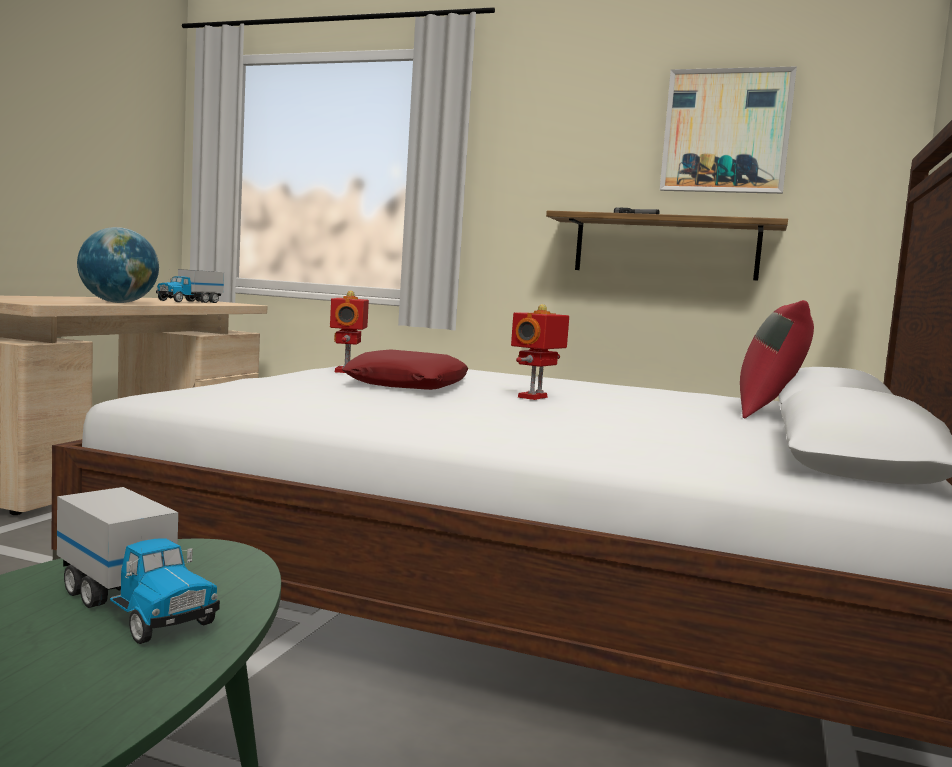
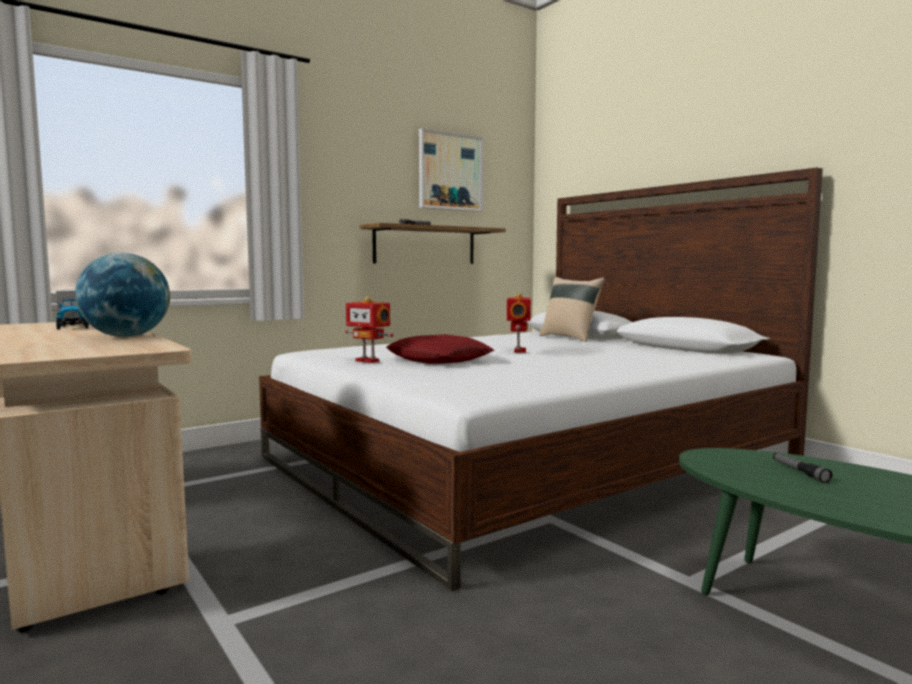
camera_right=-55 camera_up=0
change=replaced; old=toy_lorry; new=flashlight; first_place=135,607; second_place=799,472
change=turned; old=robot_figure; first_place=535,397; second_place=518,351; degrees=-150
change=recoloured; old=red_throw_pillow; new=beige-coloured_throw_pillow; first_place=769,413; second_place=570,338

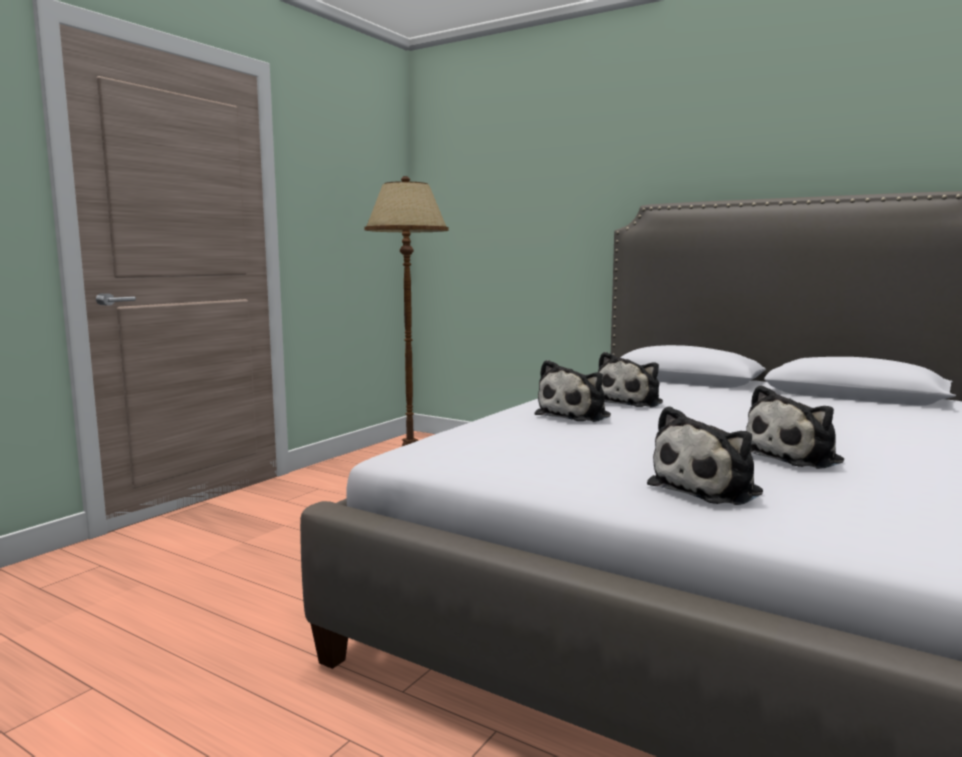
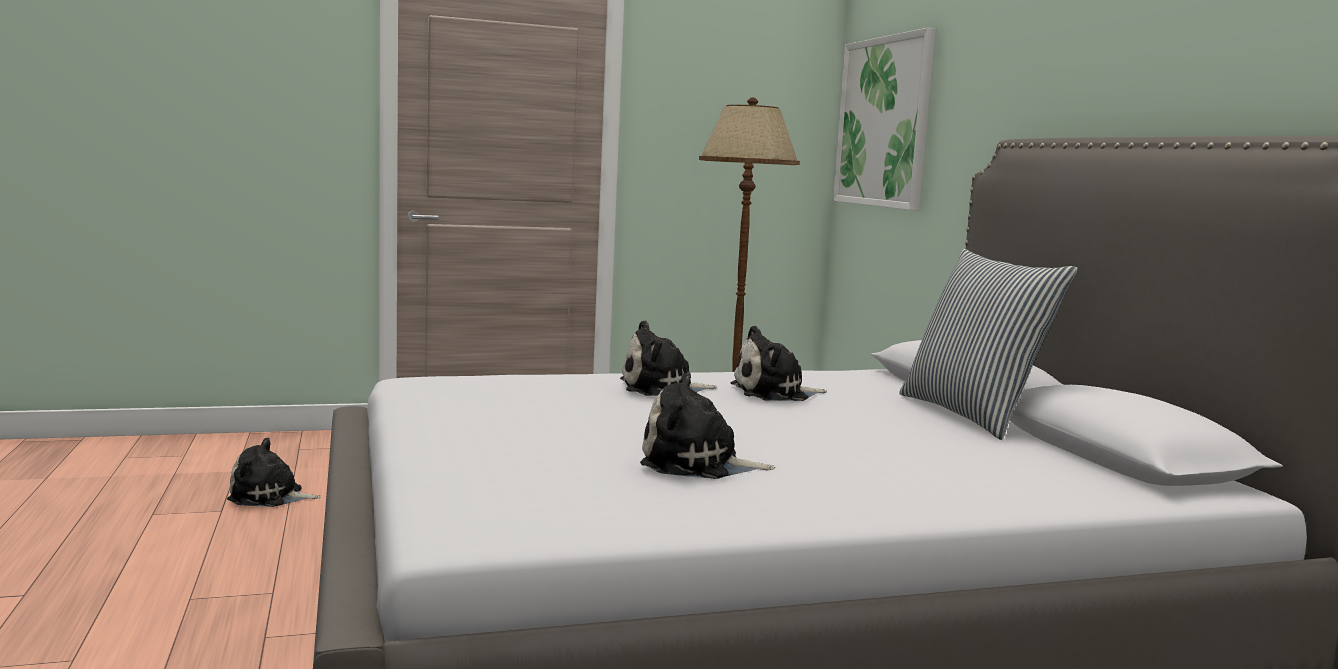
camera_right=40 camera_up=0
change=moved; old=soft_toy; first_place=710,489; second_place=270,497
change=added; new=picture; second_place=883,122
change=added; new=throw_pillow; second_place=972,415

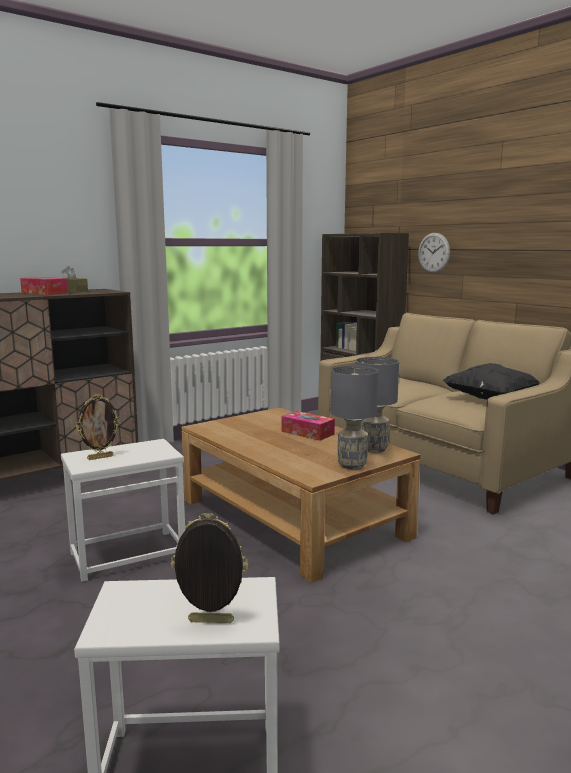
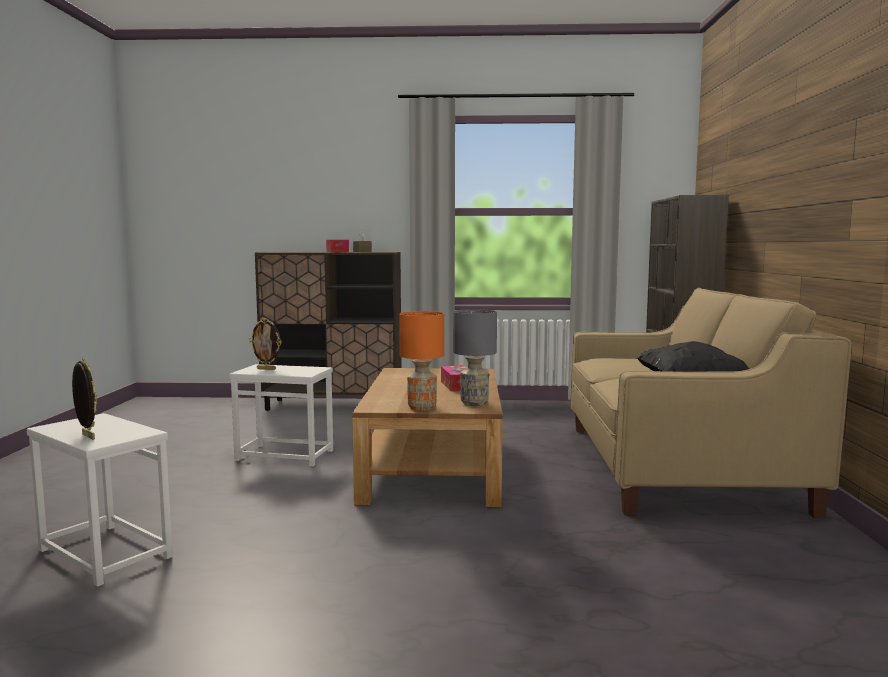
camera_right=40 camera_up=-5
change=recoloured; old=grey_table_lamp; new=orange_table_lamp; first_place=352,465; second_place=422,408
change=removed; old=clock_on_the_wall; first_place=433,253

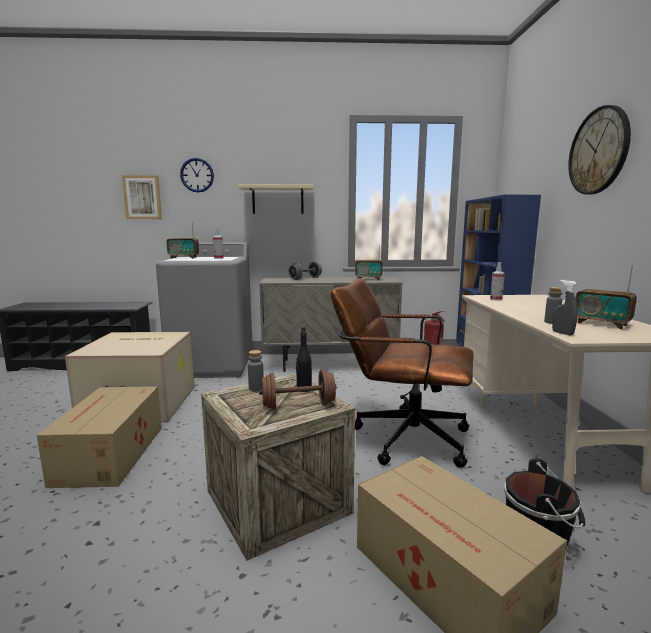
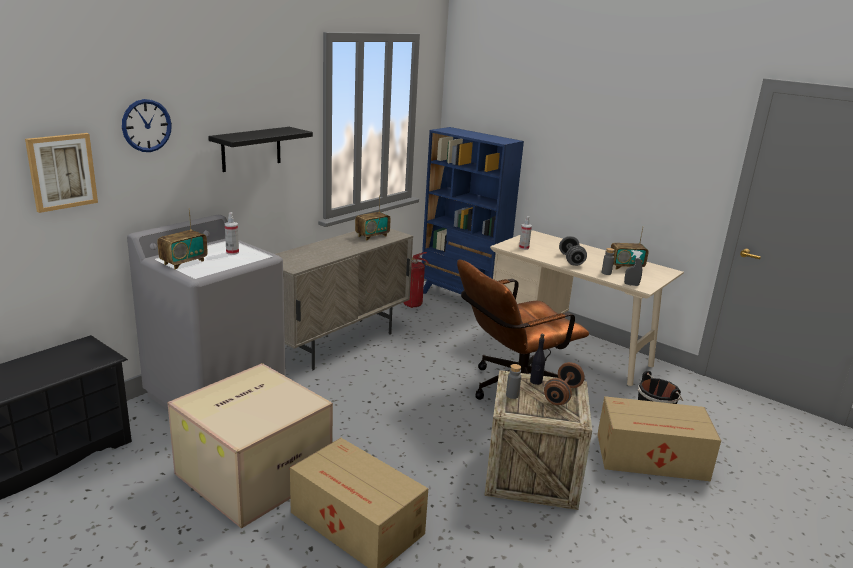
camera_right=-50 camera_up=10
change=recoloured; old=beige-coloured_wall_shelf; new=blackish_wall_shelf; first_place=278,200; second_place=251,149
change=moved; old=grey_free_weight; first_place=305,278; second_place=571,260
change=removed; old=clock_on_the_wall; first_place=598,151

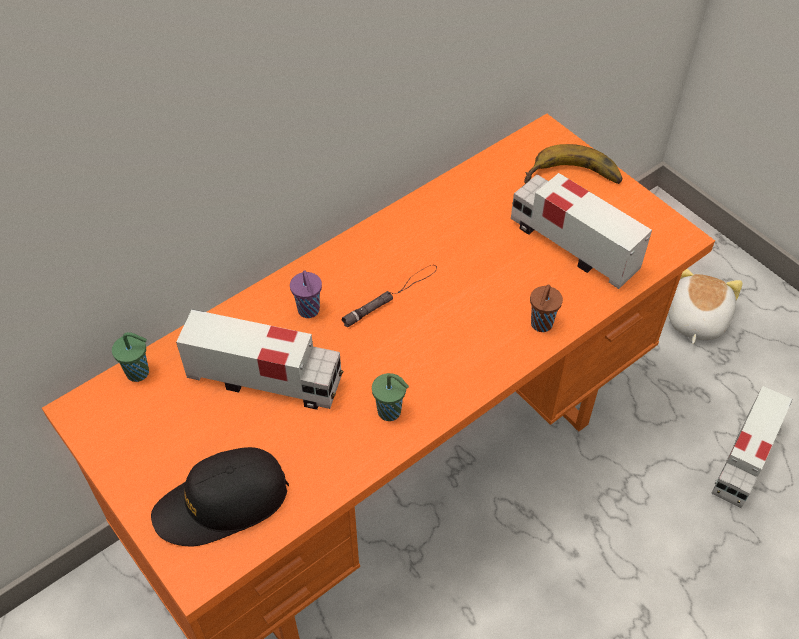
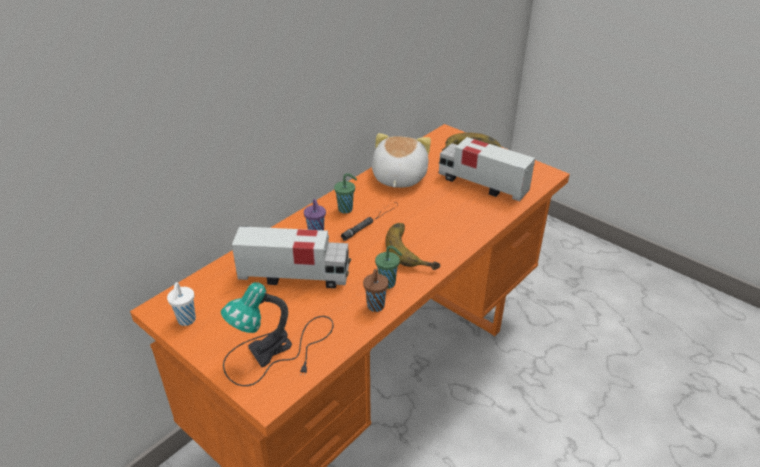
camera_right=-10 camera_up=-15
change=moved; old=greenish_cup; first_place=139,372; second_place=346,209
change=replaced; old=blackish_peaked_cap; new=table_lamp; first_place=222,503; second_place=278,351
change=moved; old=brown_cup; first_place=541,325; second_place=375,307
change=moved; old=soft_toy; first_place=695,319; second_place=398,177
change=removed; old=toy_lorry; first_place=744,460
change=added; new=white-coloured_cup; second_place=186,320
change=added; new=banana_fruit; second_place=413,249

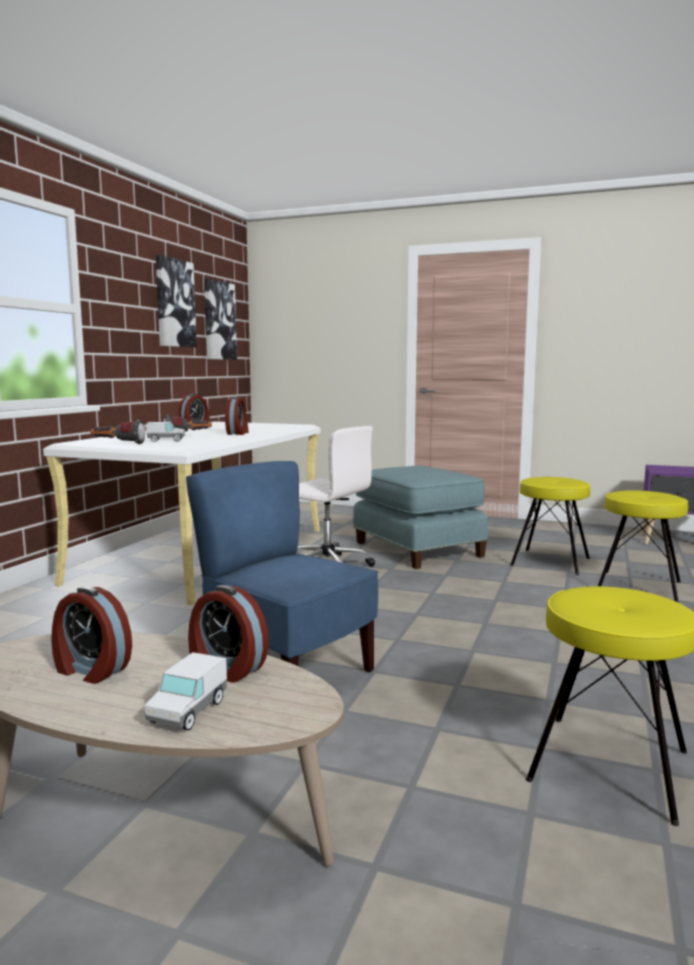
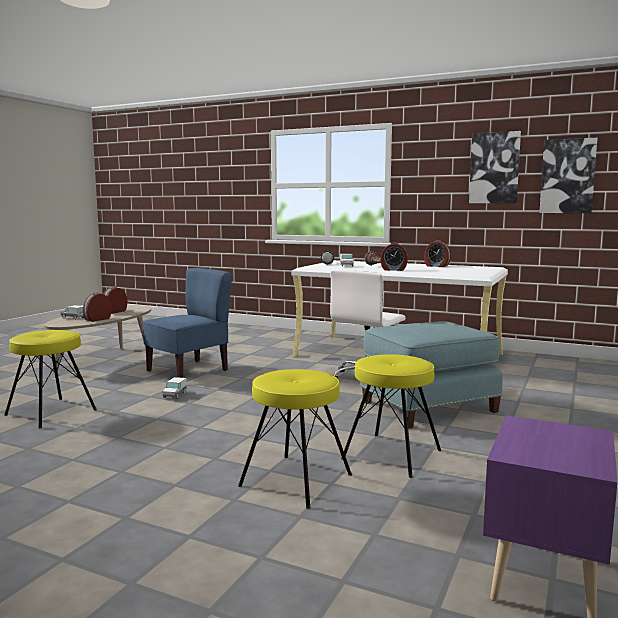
camera_right=95 camera_up=0
change=added; new=toy_lorry; second_place=175,395

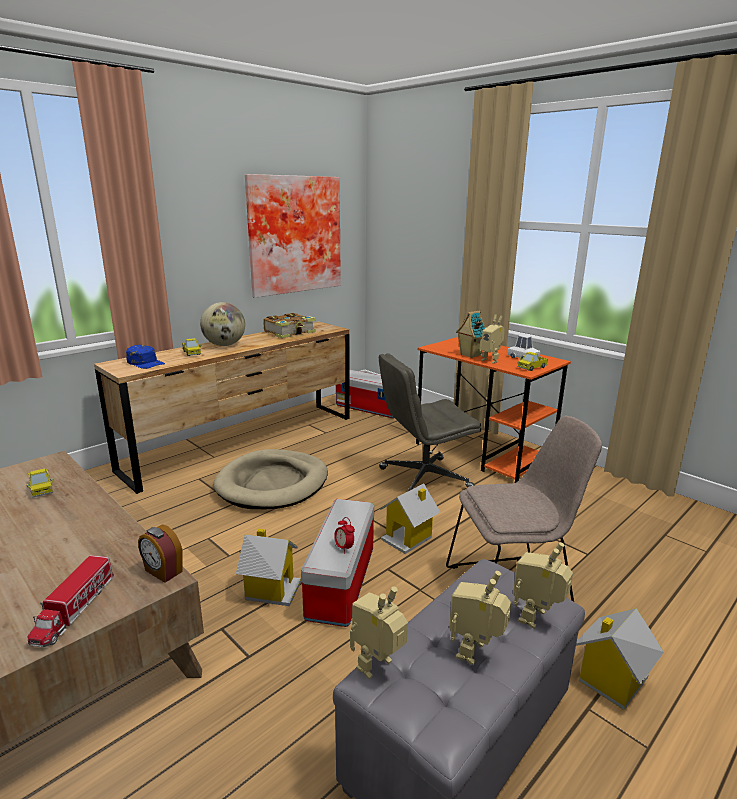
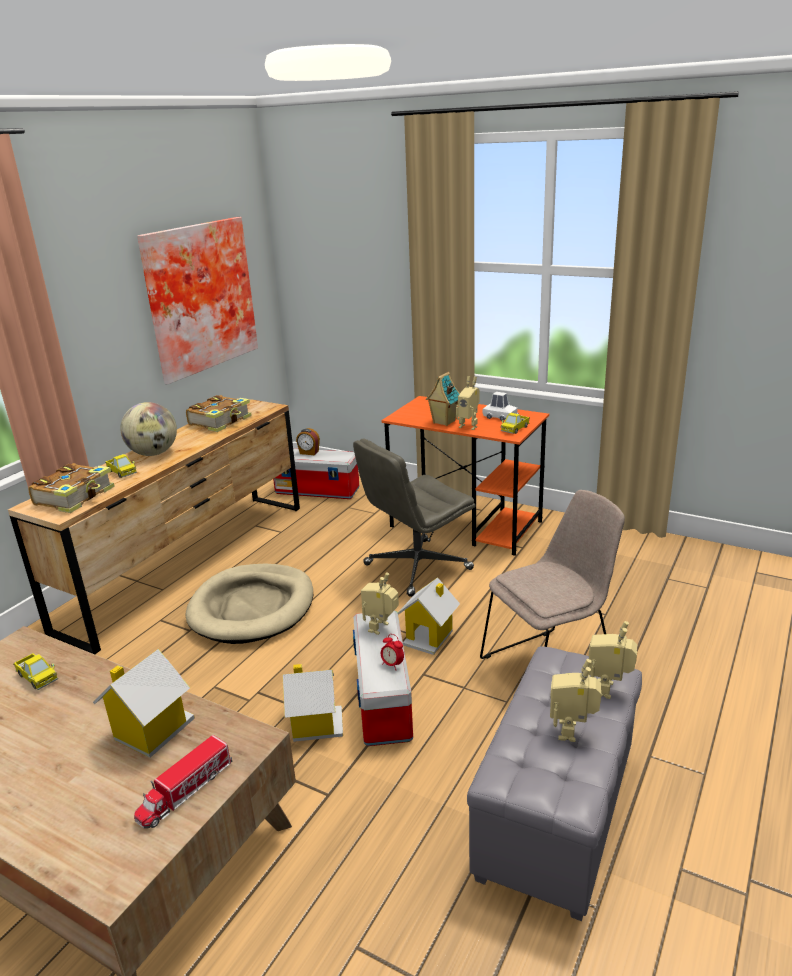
camera_right=-15 camera_up=5
change=turned; old=toy_lorry; first_place=74,610; second_place=185,791; degrees=45
change=replaced; old=blue_peaked_cap; new=bound_book; first_place=146,363; second_place=76,497
change=moved; old=alarm_clock; first_place=163,571; second_place=309,452
change=moved; old=robot_figure; first_place=378,668; second_place=382,628
change=moved; old=miniature_house; first_place=611,680; second_place=151,731

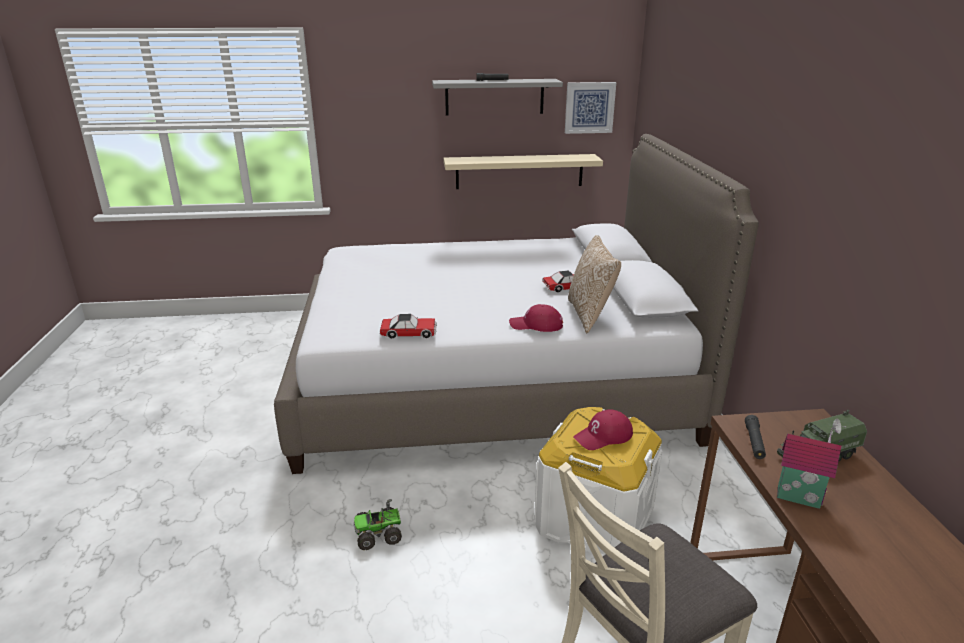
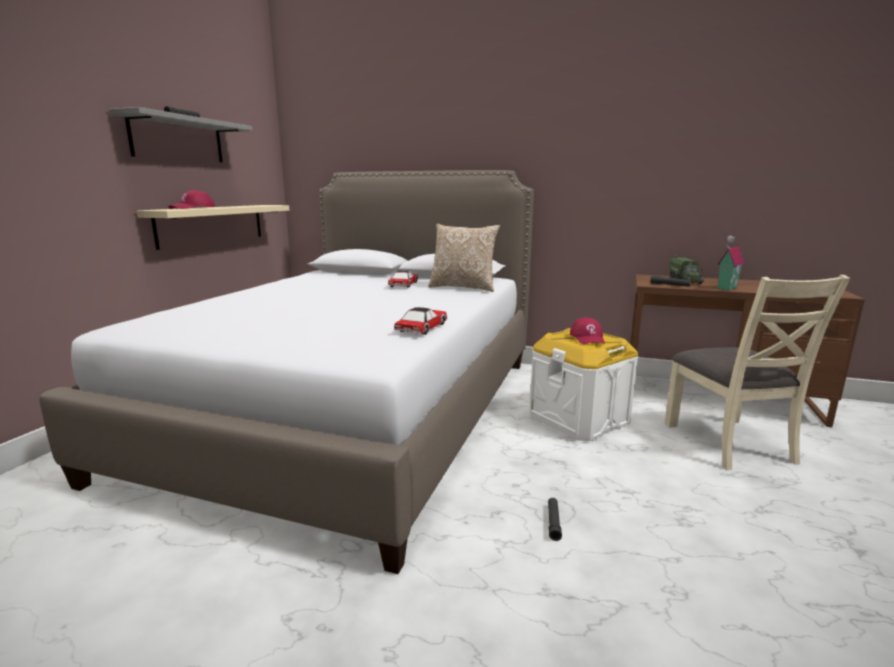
camera_right=-65 camera_up=-10
change=replaced; old=toy_lorry; new=blackish_flashlight; first_place=379,534; second_place=553,522
change=moved; old=red_peaked_cap; first_place=536,325; second_place=193,208
change=removed; old=picture; first_place=589,107

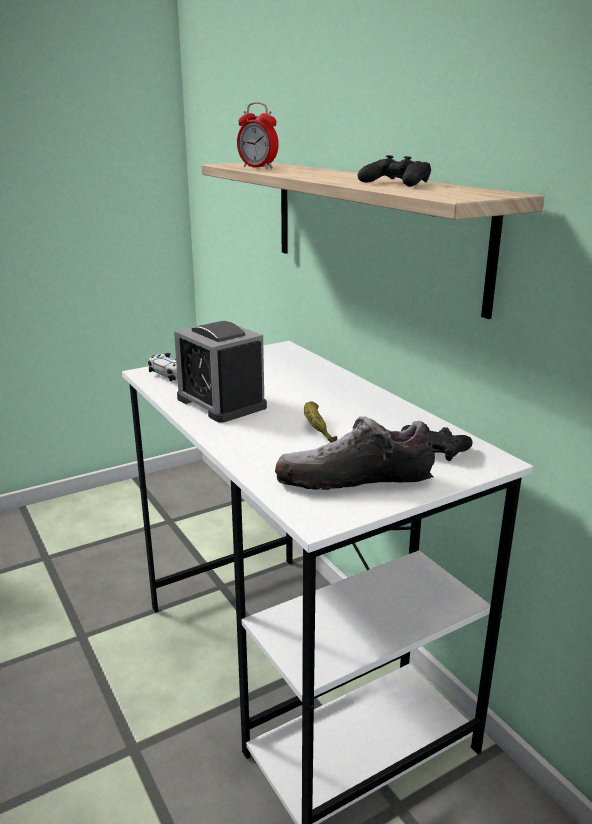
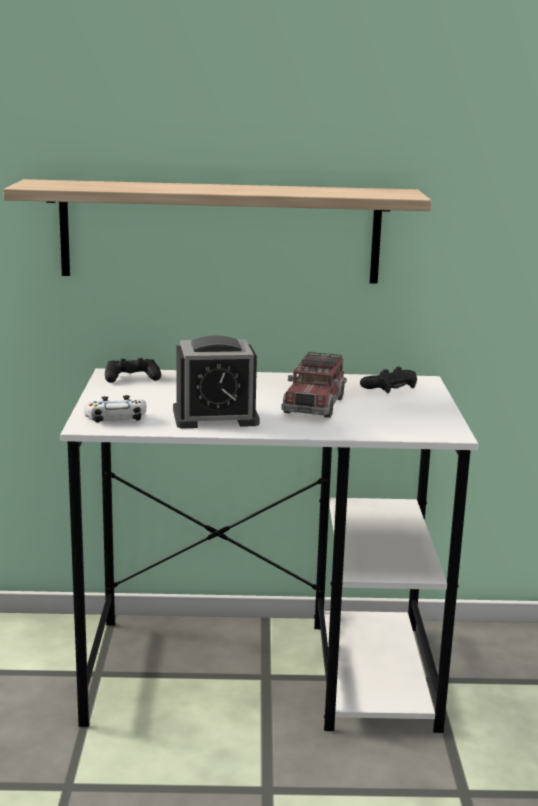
camera_right=-60 camera_up=-5
change=removed; old=alarm_clock; first_place=258,167
change=removed; old=low_shoe; first_place=353,479
change=replaced; old=banana_fruit; new=toy_lorry; first_place=317,429; second_place=314,404
change=moved; old=blackish_game_controller; first_place=395,183; second_place=132,378

